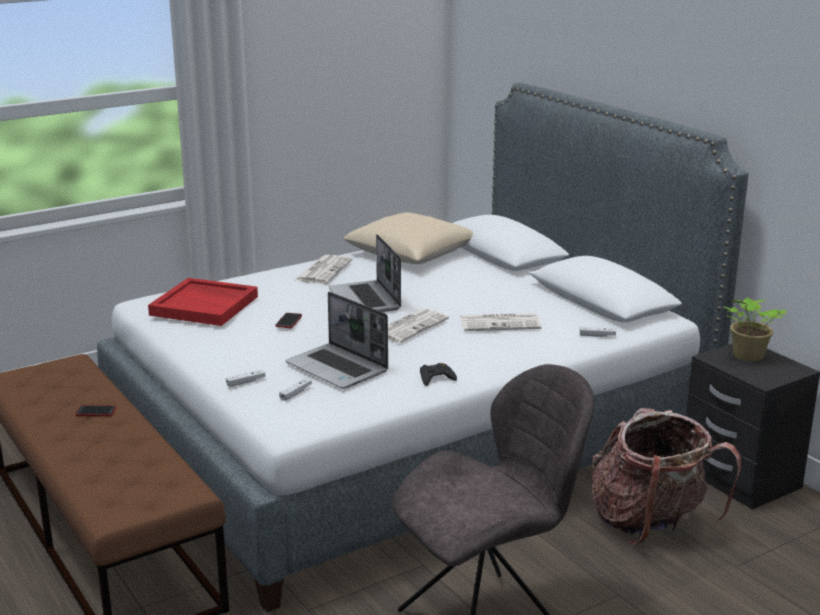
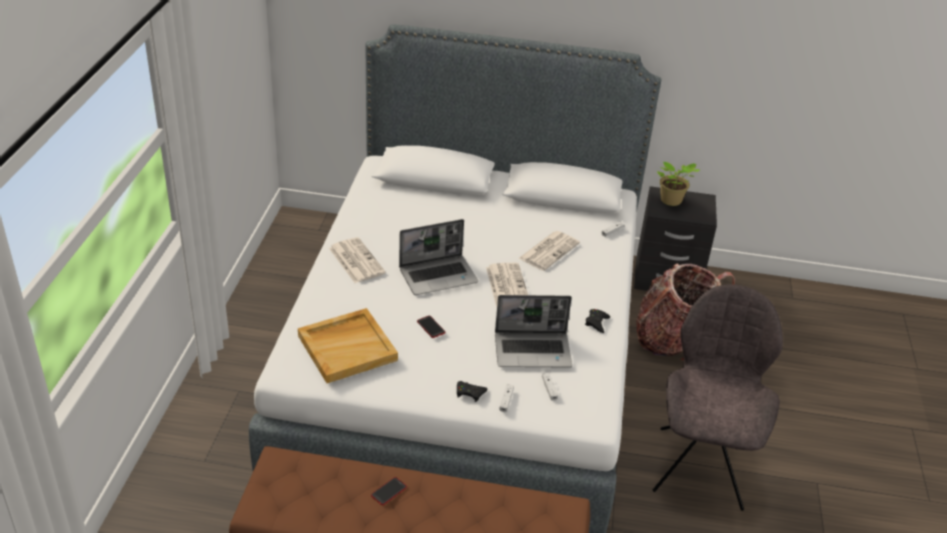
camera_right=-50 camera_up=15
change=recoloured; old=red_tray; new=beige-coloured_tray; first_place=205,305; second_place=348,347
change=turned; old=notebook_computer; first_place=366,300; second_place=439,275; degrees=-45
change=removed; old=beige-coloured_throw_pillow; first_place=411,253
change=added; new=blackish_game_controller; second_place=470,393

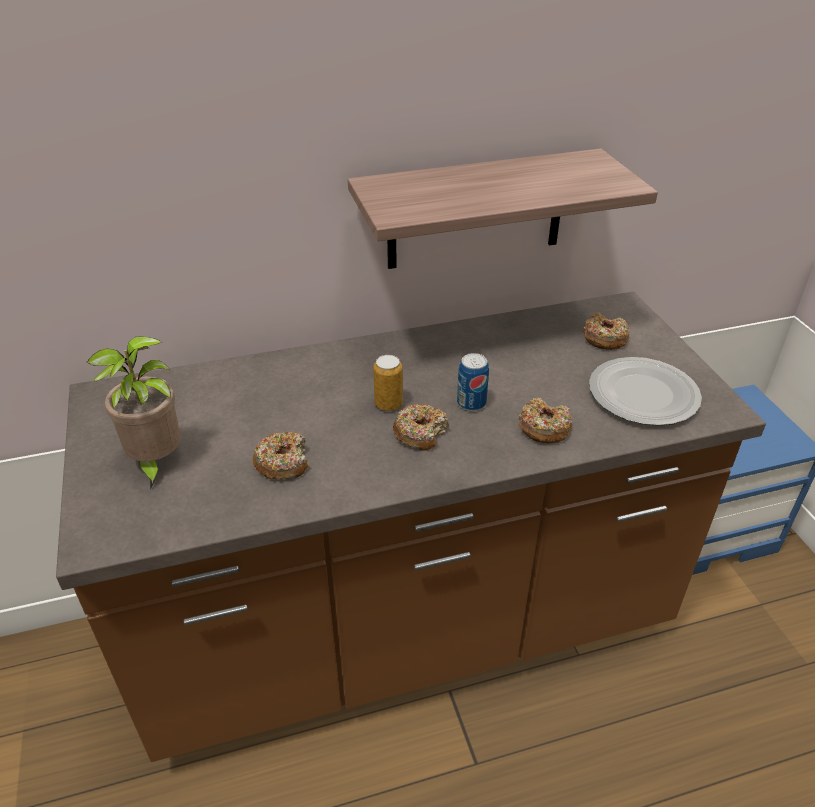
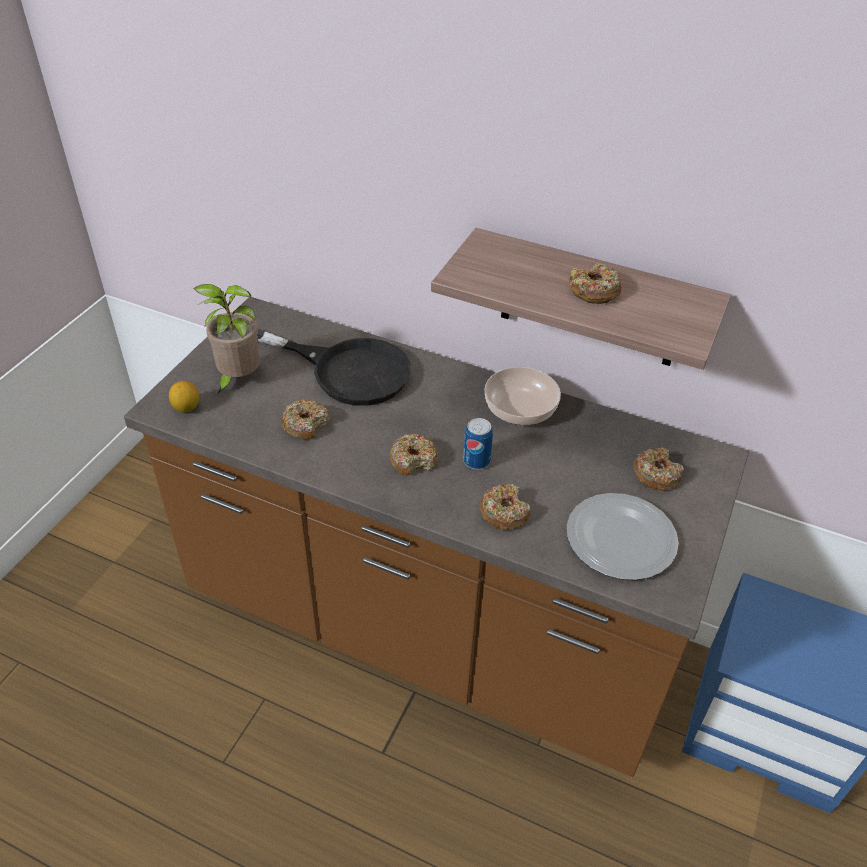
camera_right=40 camera_up=5
change=removed; old=metal_can; first_place=388,404
change=added; new=lemon; second_place=186,408
change=added; new=blackish_frying_pan; second_place=345,370
change=added; new=bowl; second_place=520,409
change=added; new=donut; second_place=594,291

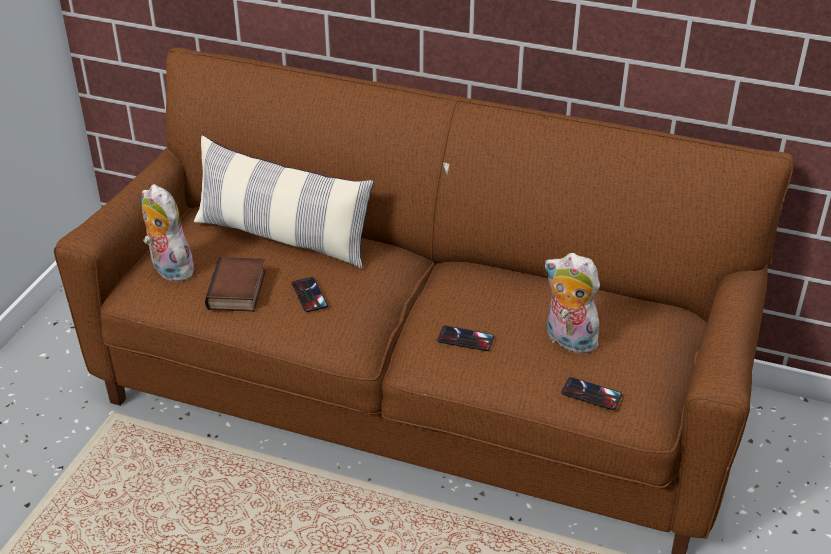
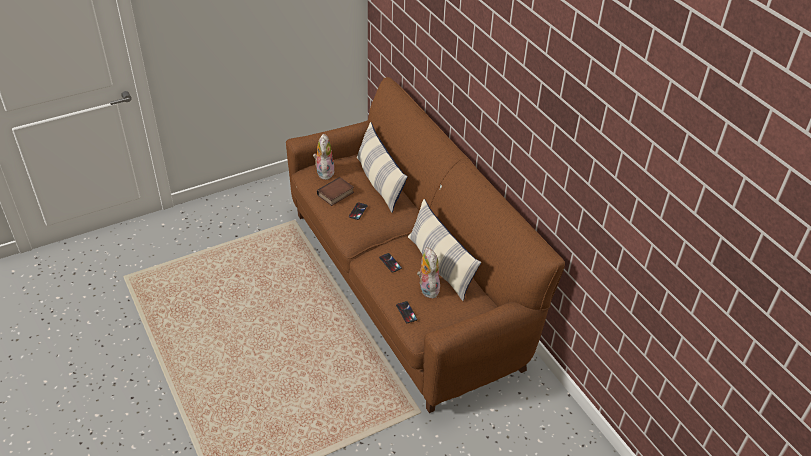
camera_right=40 camera_up=5
change=added; new=throw_pillow; second_place=440,265

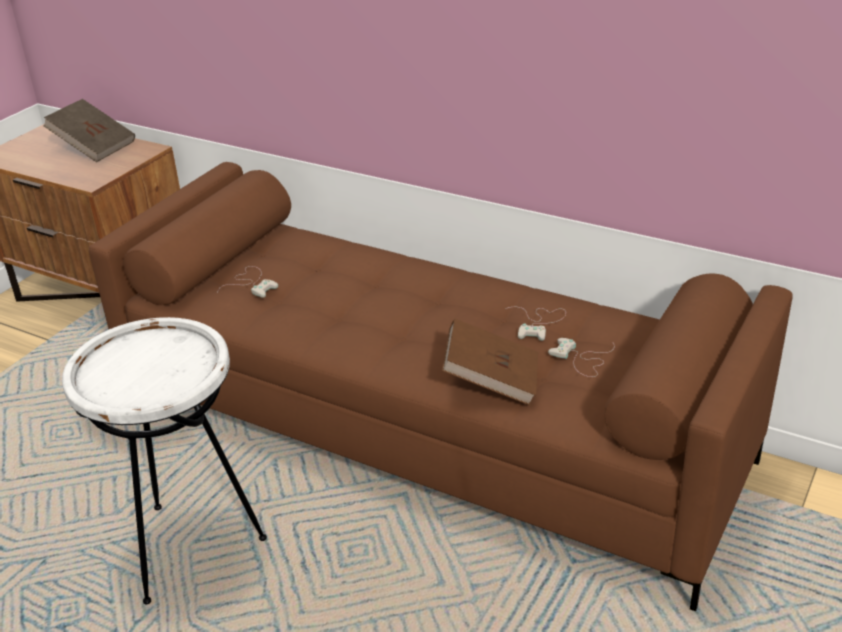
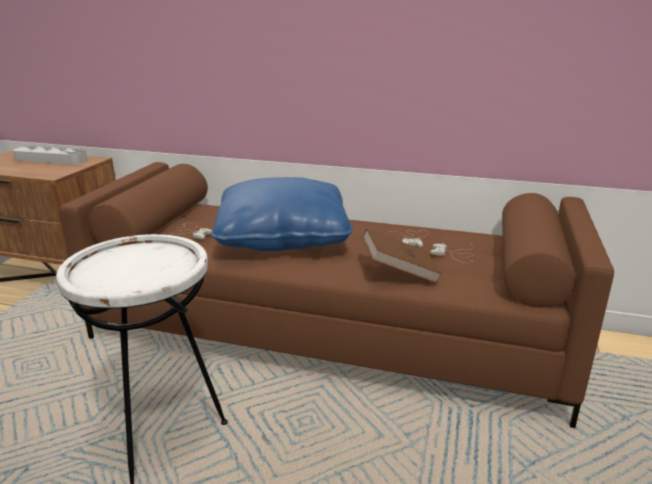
camera_right=-15 camera_up=-10
change=replaced; old=brown_bound_book; new=grey_tray; first_place=94,147; second_place=51,159
change=added; new=blue_throw_pillow; second_place=282,237

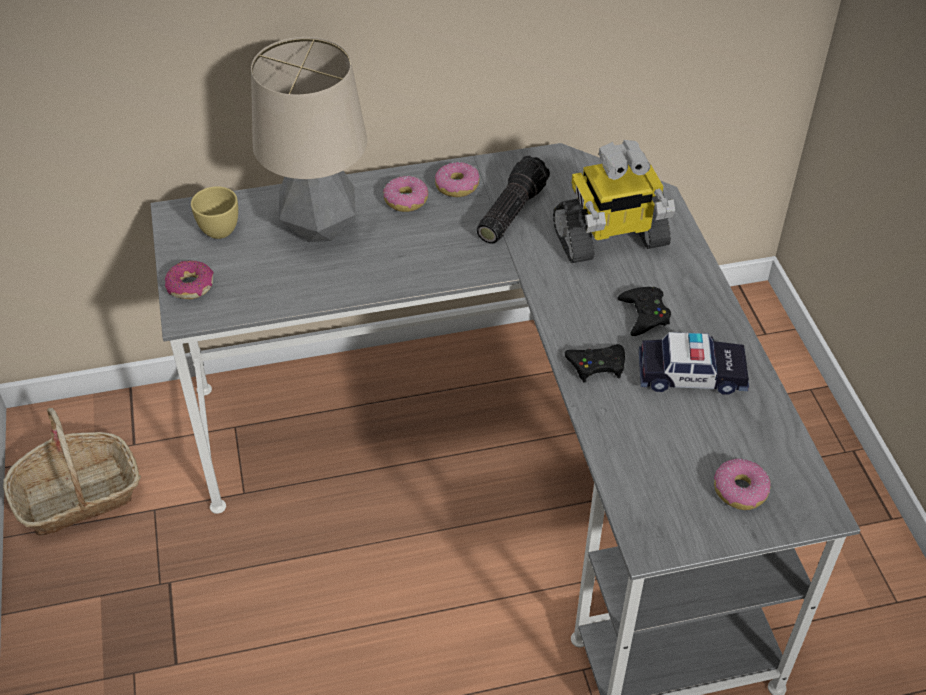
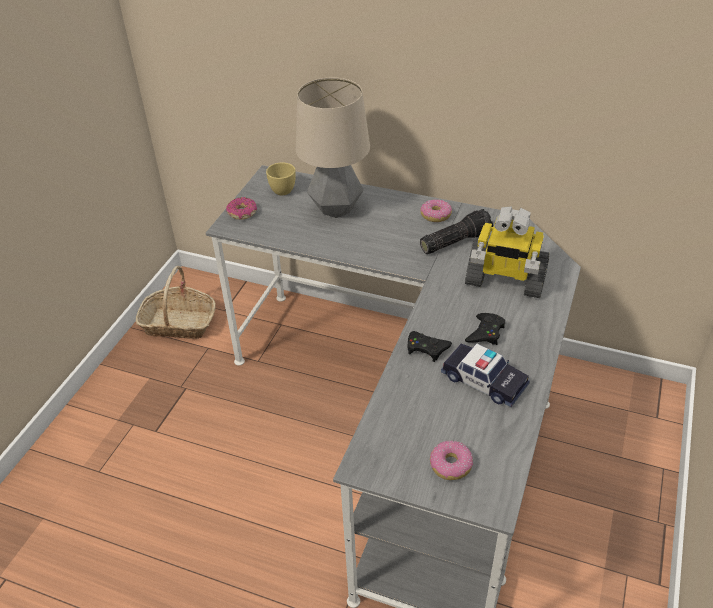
camera_right=35 camera_up=-5
change=removed; old=donut; first_place=406,200

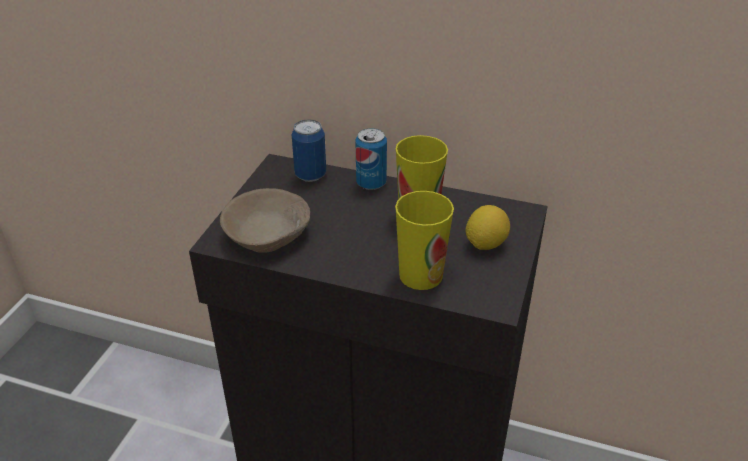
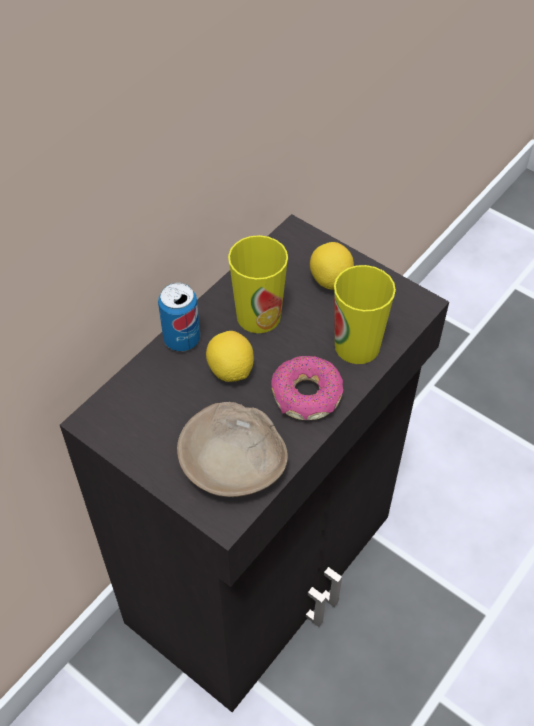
camera_right=-70 camera_up=15
change=removed; old=metal_can; first_place=310,175
change=added; new=lemon; second_place=231,370
change=added; new=donut; second_place=306,396

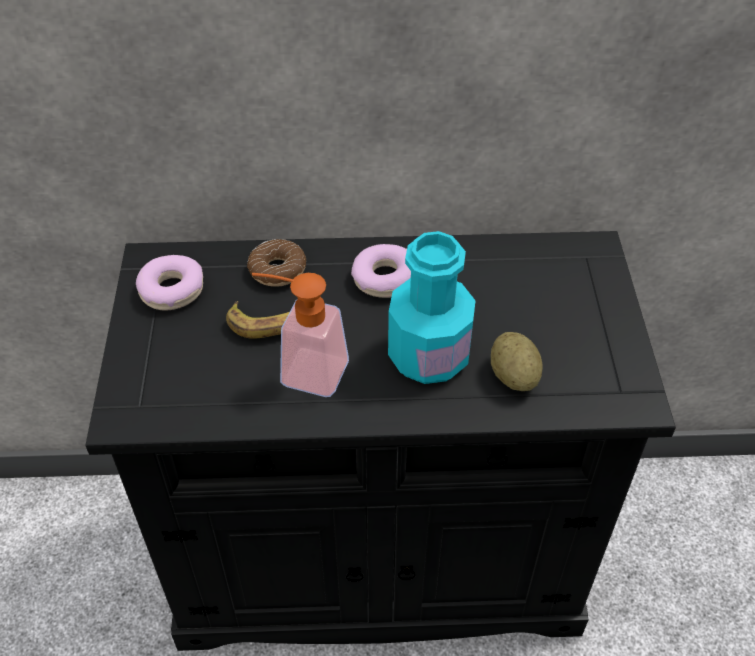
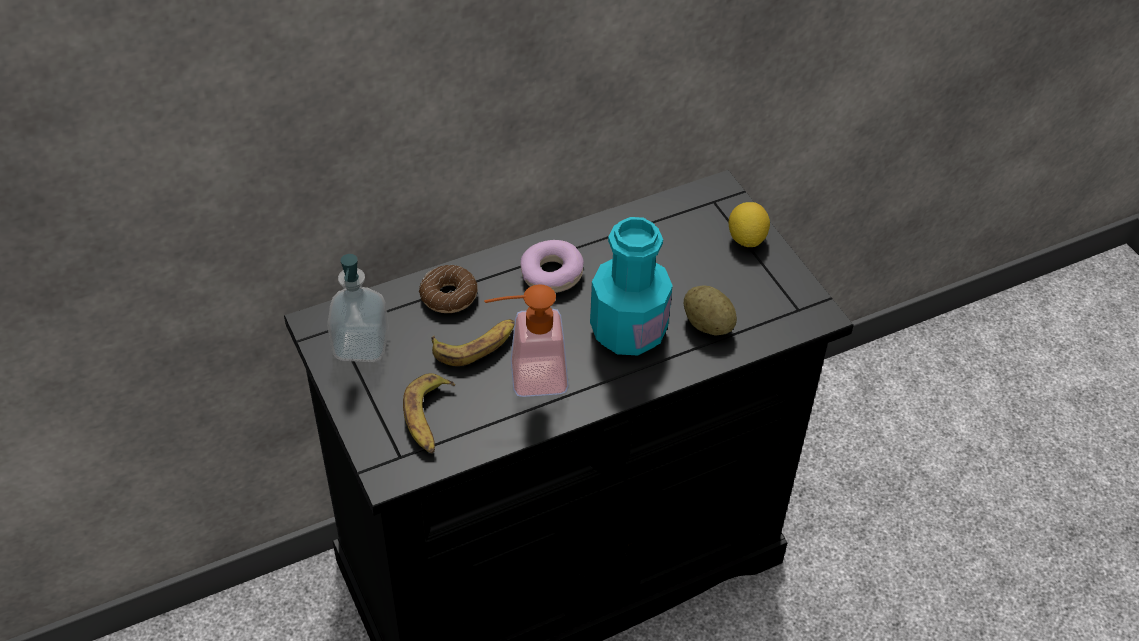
camera_right=-25 camera_up=0
change=replaced; old=donut; new=soap_bottle; first_place=172,290; second_place=361,345
change=added; new=banana_fruit; second_place=429,419
change=added; new=lemon; second_place=746,239

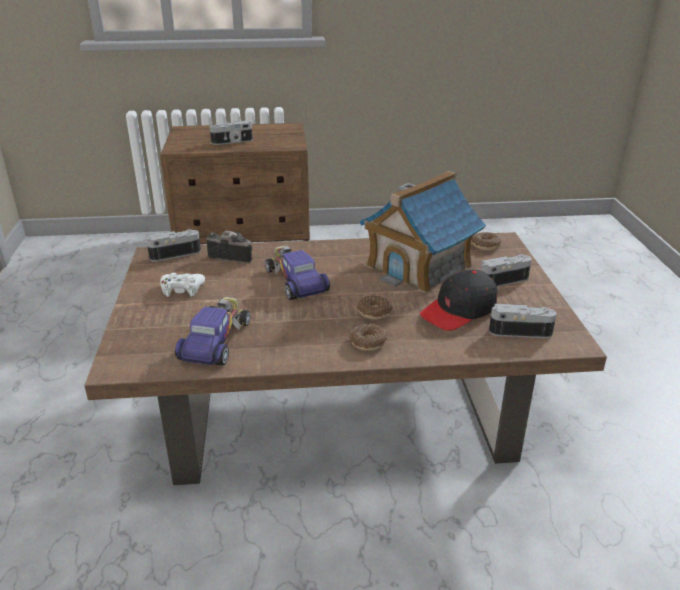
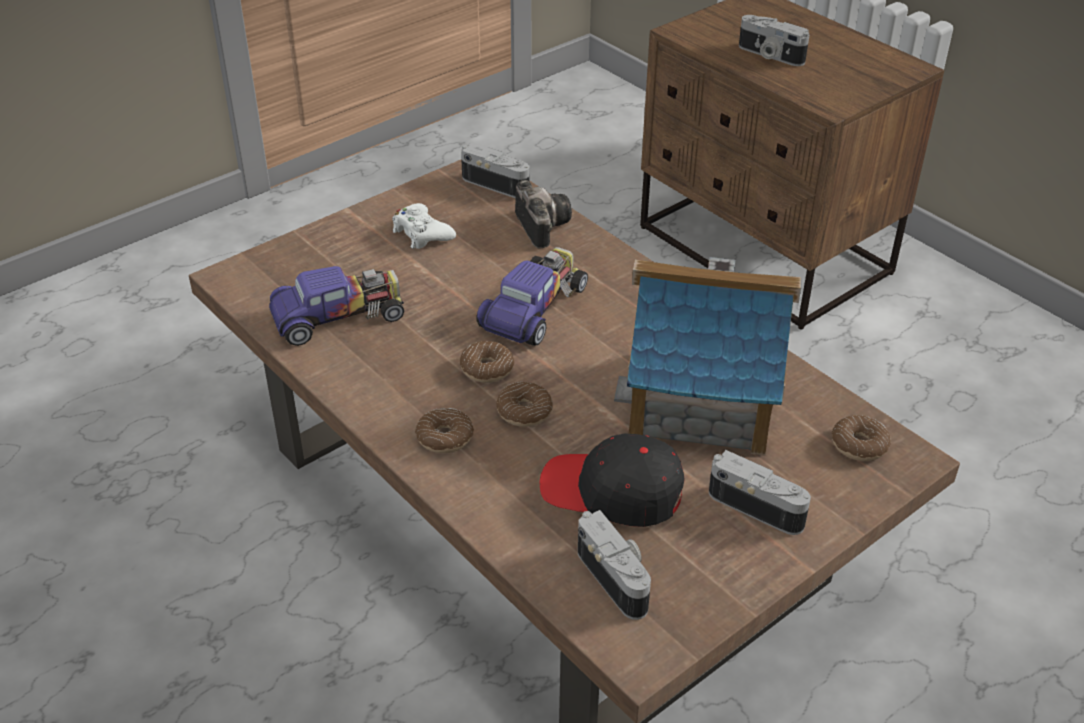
camera_right=55 camera_up=10
change=added; new=donut; second_place=487,369

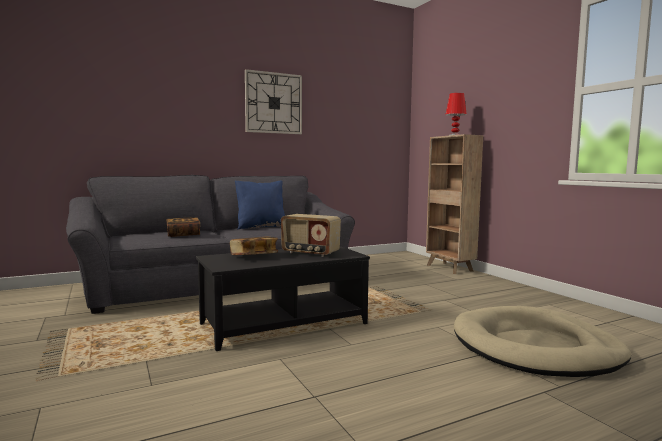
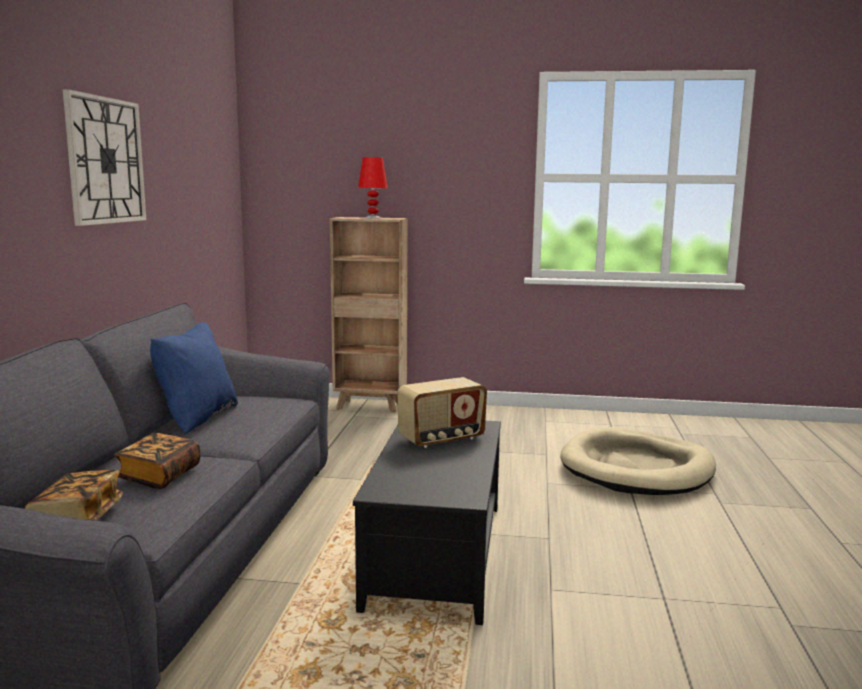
camera_right=-55 camera_up=5
change=moved; old=bound_book; first_place=254,256; second_place=77,518

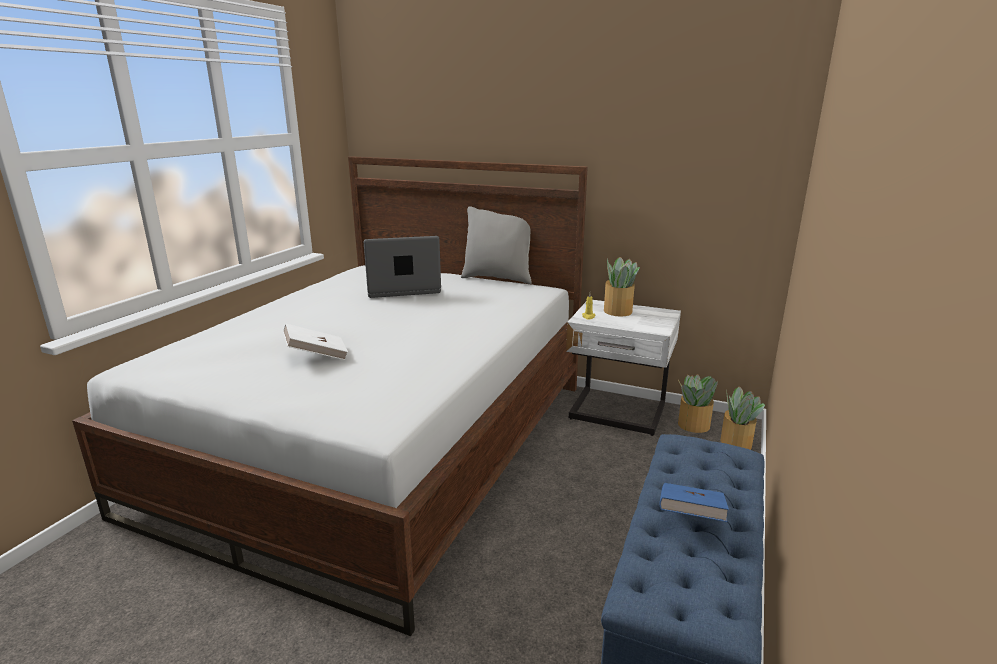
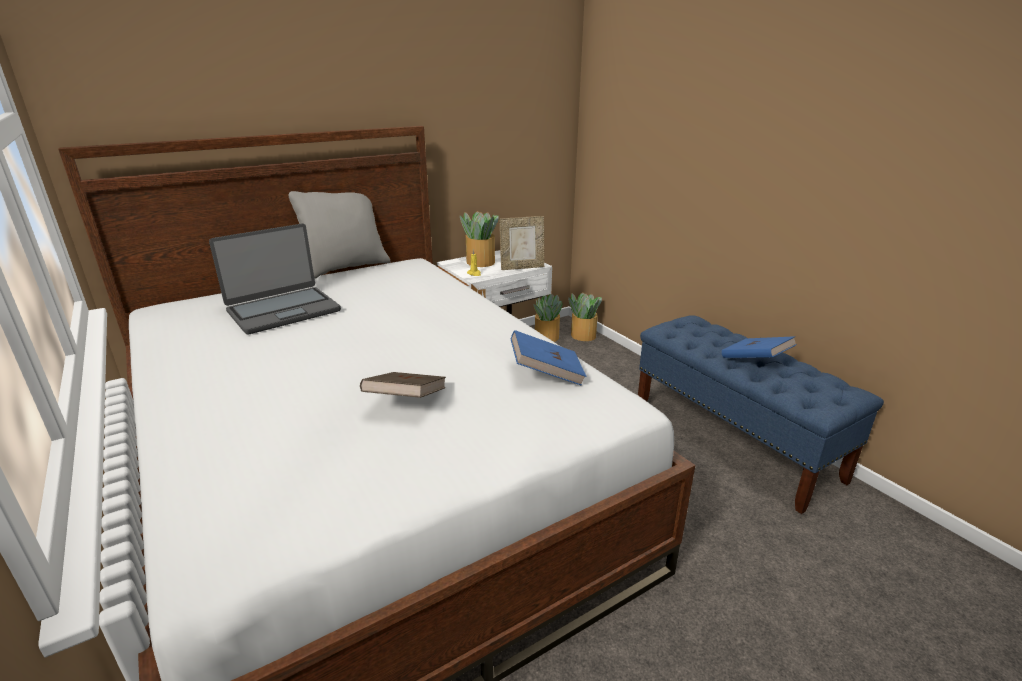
camera_right=-55 camera_up=5
change=recoloured; old=white-coloured_bound_book; new=brown_bound_book; first_place=316,356; second_place=406,401
change=turned; old=notebook_computer; first_place=403,289; second_place=283,311; degrees=-150
change=added; new=picture_frame; second_place=522,267
change=added; new=blue_bound_book; second_place=546,373

